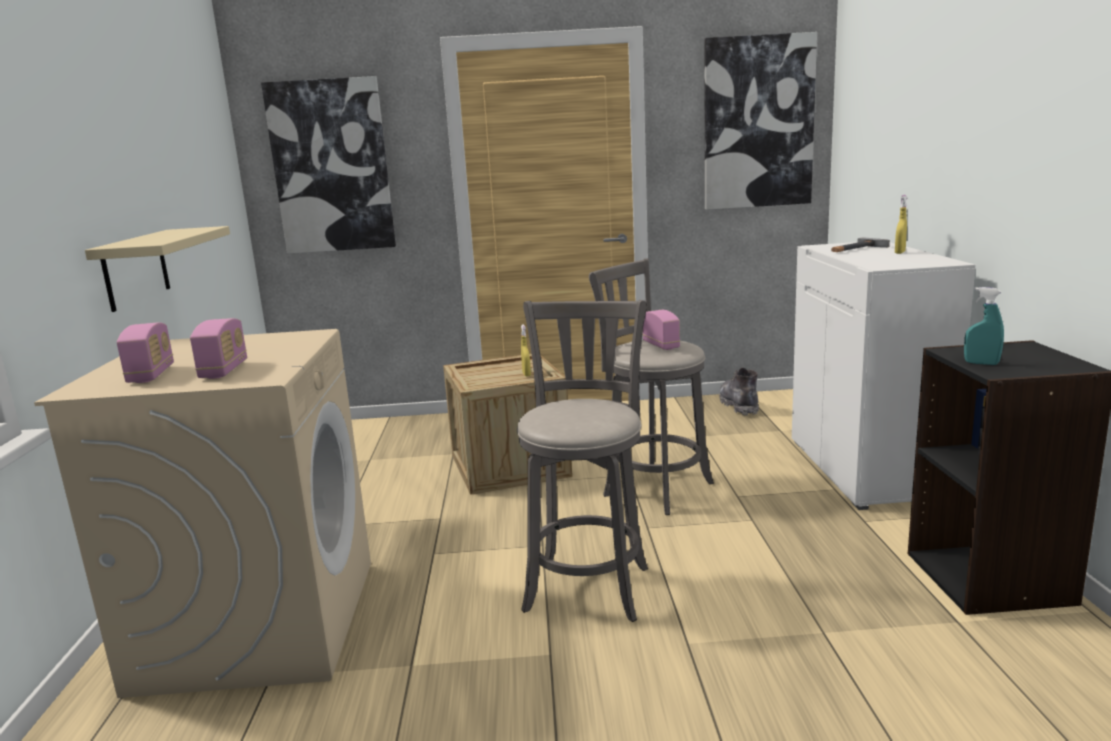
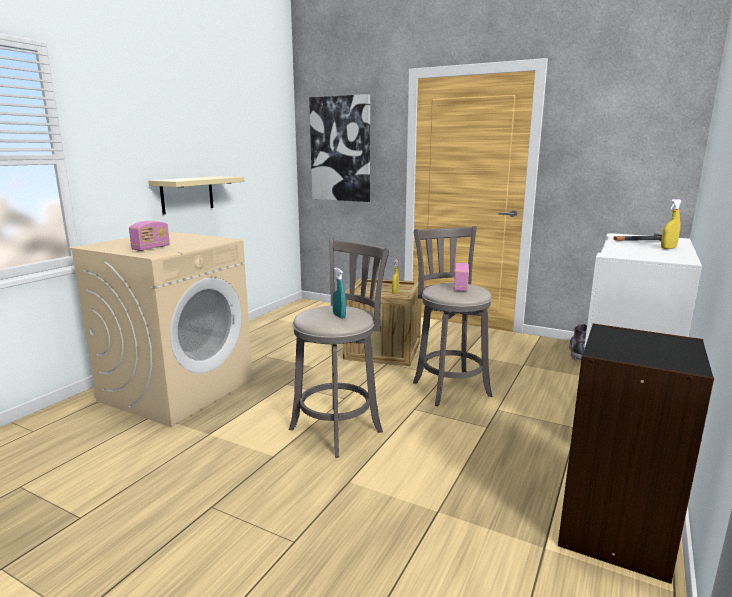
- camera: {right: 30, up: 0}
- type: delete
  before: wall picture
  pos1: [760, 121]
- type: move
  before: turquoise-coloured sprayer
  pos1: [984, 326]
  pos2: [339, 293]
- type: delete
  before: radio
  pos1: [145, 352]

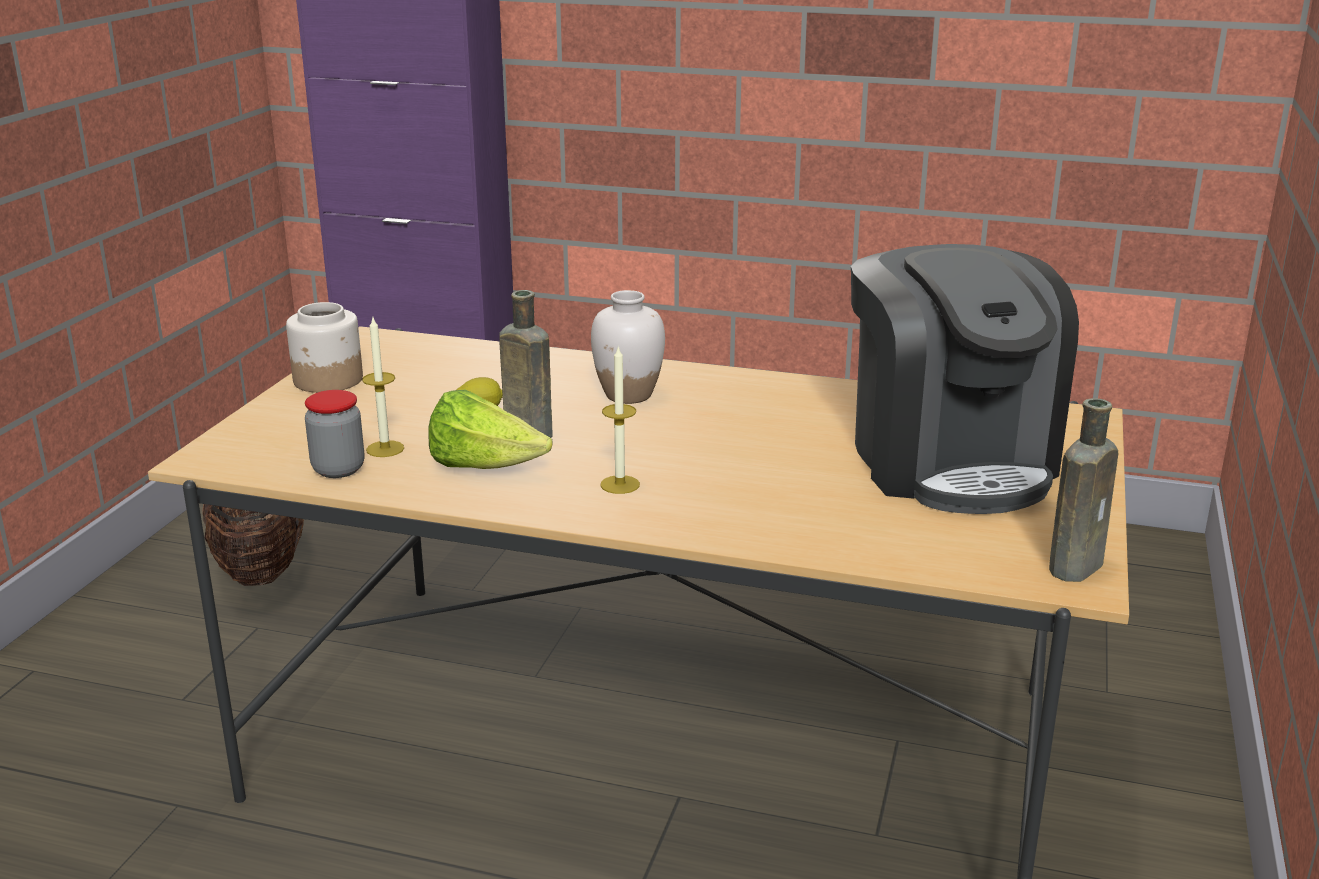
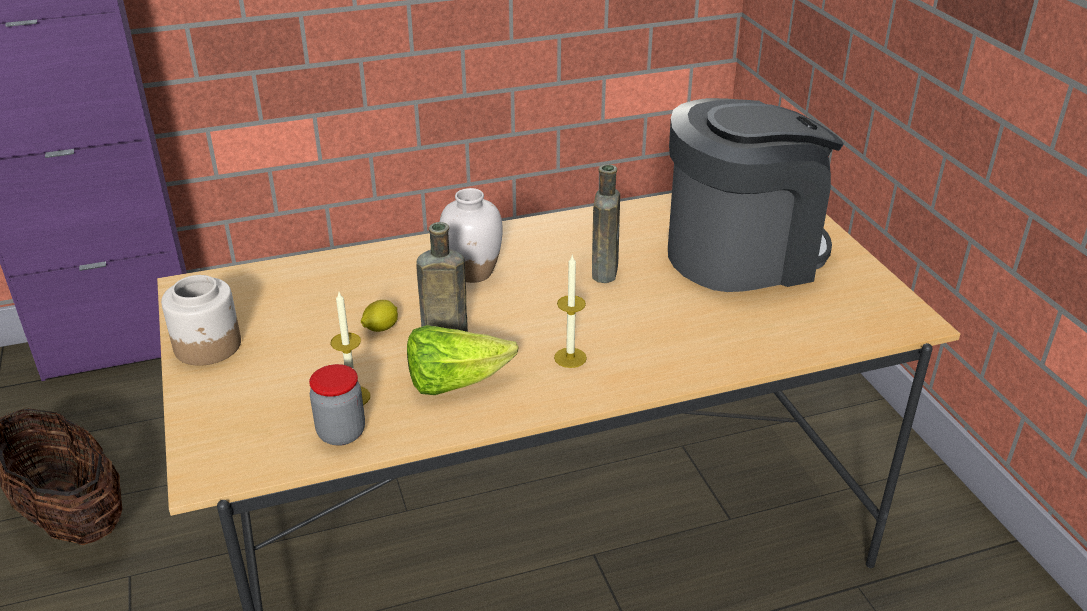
- camera: {right: -35, up: 10}
- type: rotate
  before: coffee brewer
  pos1: [965, 379]
  pos2: [756, 195]
  turn: -60
- type: move
  before: brownish bottle
  pos1: [1084, 490]
  pos2: [606, 223]

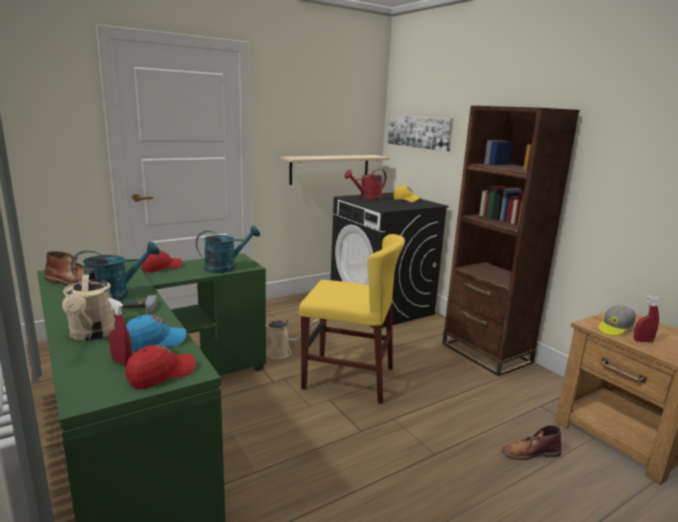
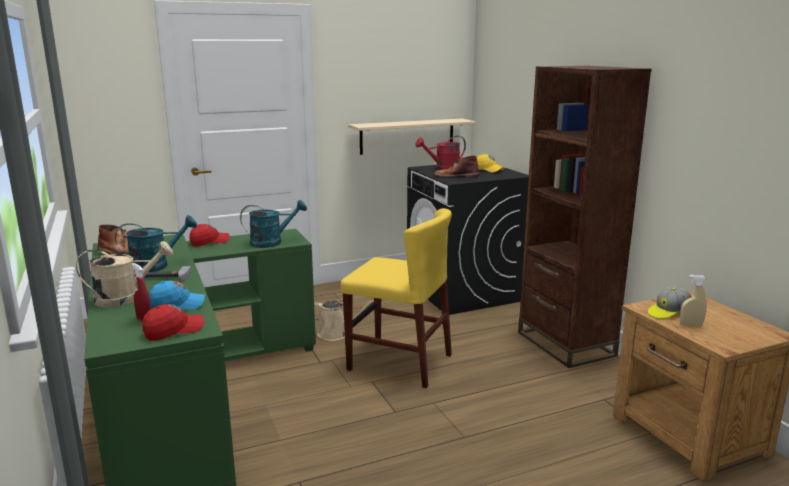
- camera: {right: 10, up: 0}
- type: delete
  before: wall picture
  pos1: [420, 133]
- type: rotate
  before: beige-coloured sprinkling can
  pos1: [89, 304]
  pos2: [124, 274]
  turn: -105
- type: recolor
  before: red sprayer
  after: beige-coloured sprayer
  pos1: [647, 319]
  pos2: [693, 300]
- type: move
  before: brownish tall boot
  pos1: [532, 442]
  pos2: [456, 167]

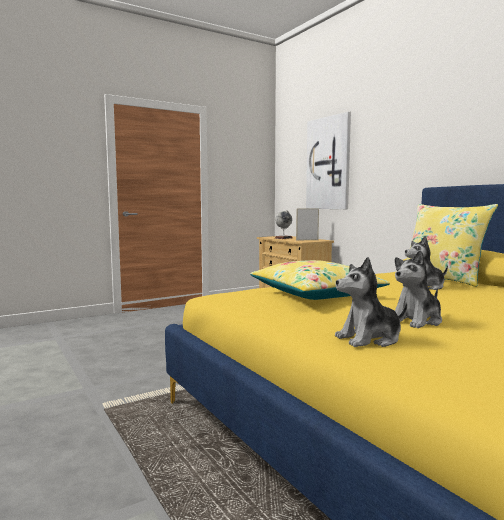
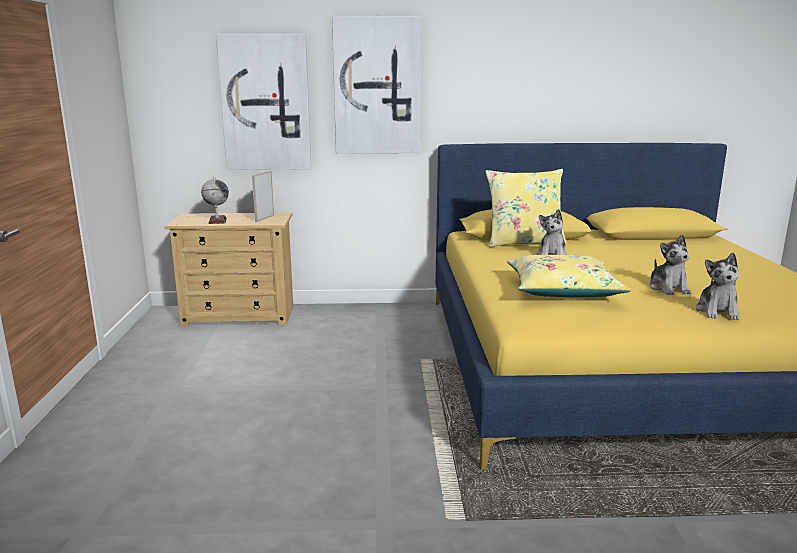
- camera: {right: -60, up: 10}
- type: insert
  after: wall picture
  pos2: [376, 84]

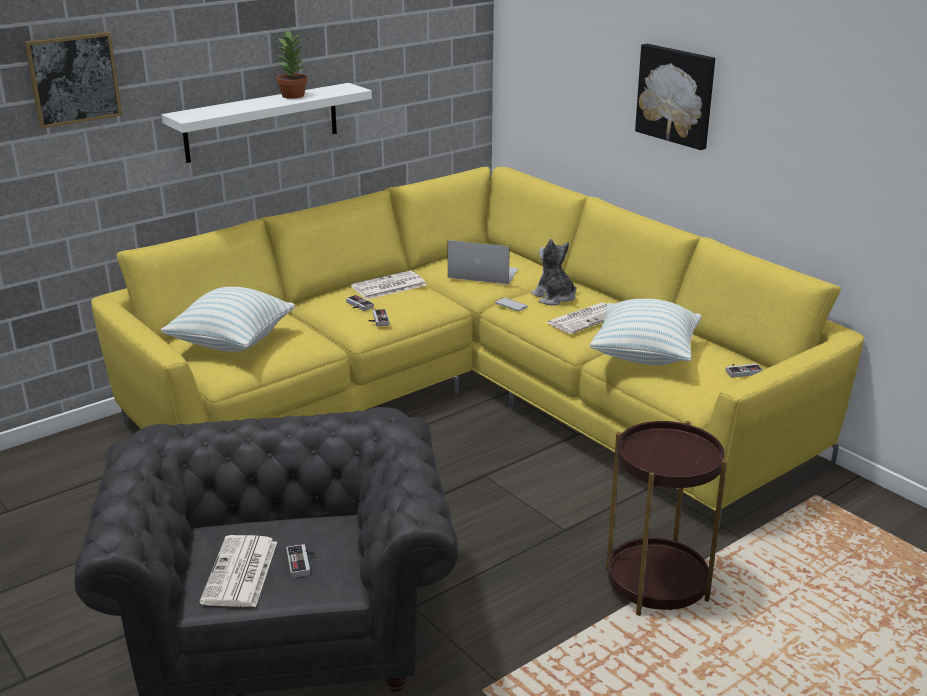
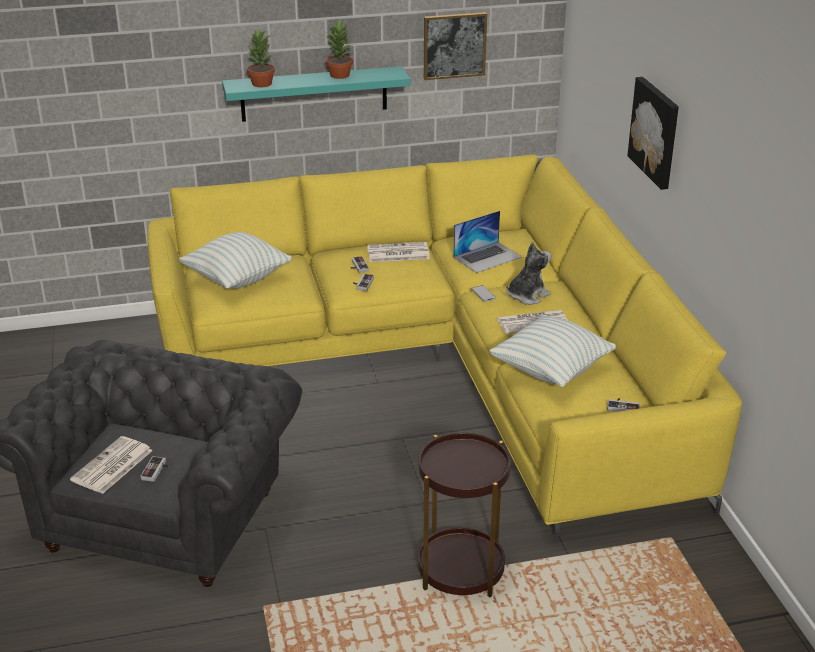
- camera: {right: 25, up: 5}
- type: move
  before: wall picture
  pos1: [73, 80]
  pos2: [455, 46]
- type: recolor
  before: white-coloured bracket shelf
  after: turquoise-coloured bracket shelf
  pos1: [267, 123]
  pos2: [316, 94]
- type: rotate
  before: soft toy
  pos1: [553, 272]
  pos2: [528, 273]
  turn: 60
- type: rotate
  before: portable computer
  pos1: [483, 262]
  pos2: [487, 242]
  turn: 105
- type: insert
  after: houseplant
  pos2: [261, 58]

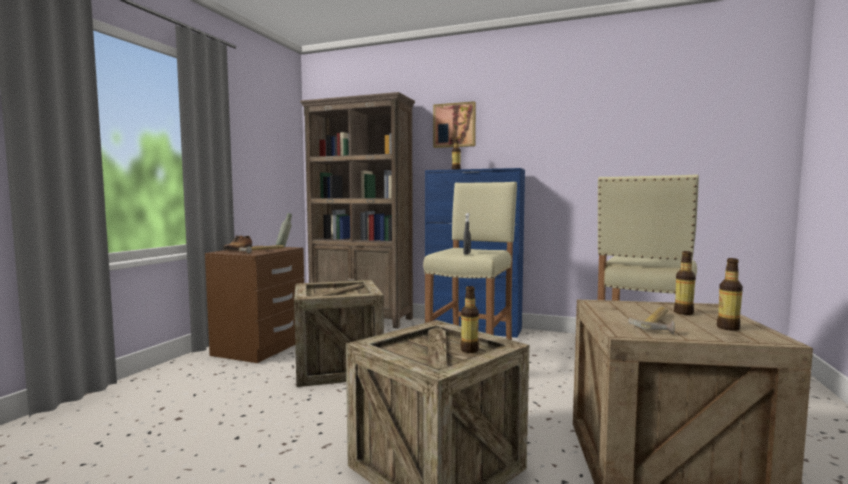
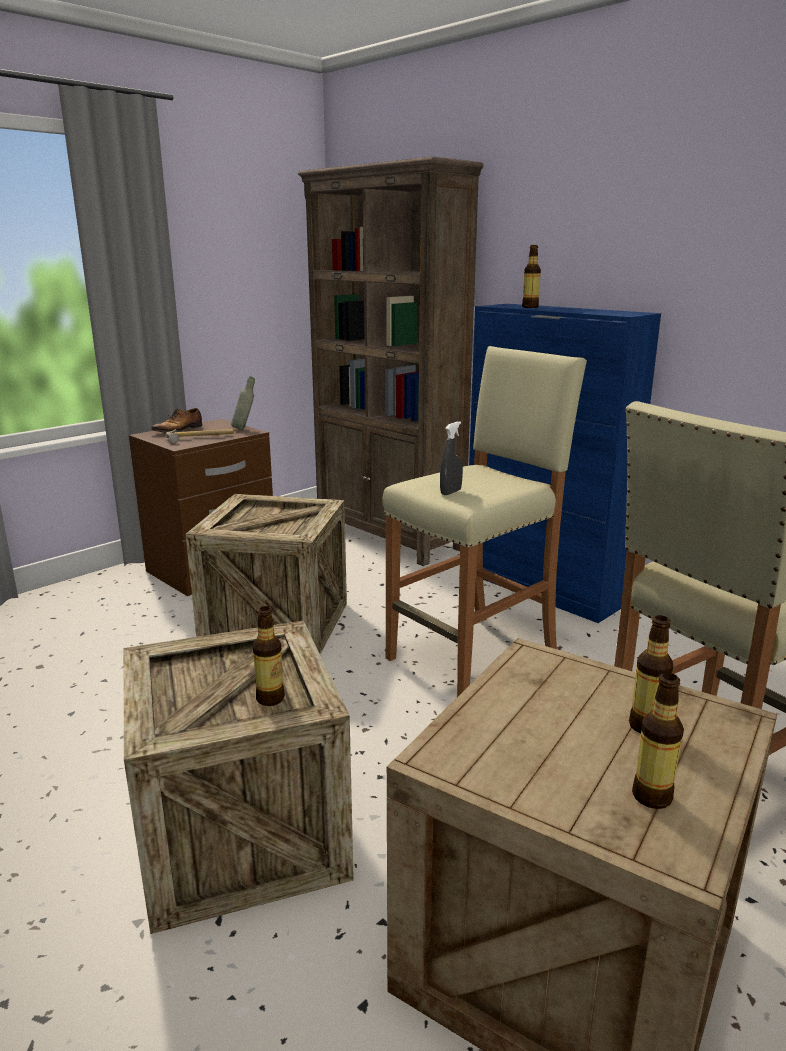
- camera: {right: 25, up: 15}
- type: delete
  before: wall picture
  pos1: [454, 124]
- type: delete
  before: hand hammer
  pos1: [652, 320]

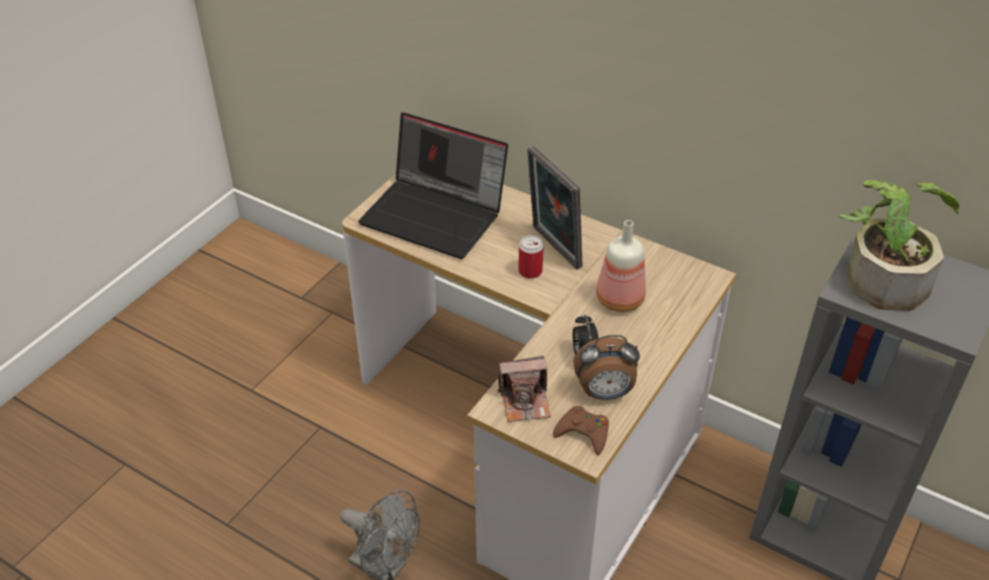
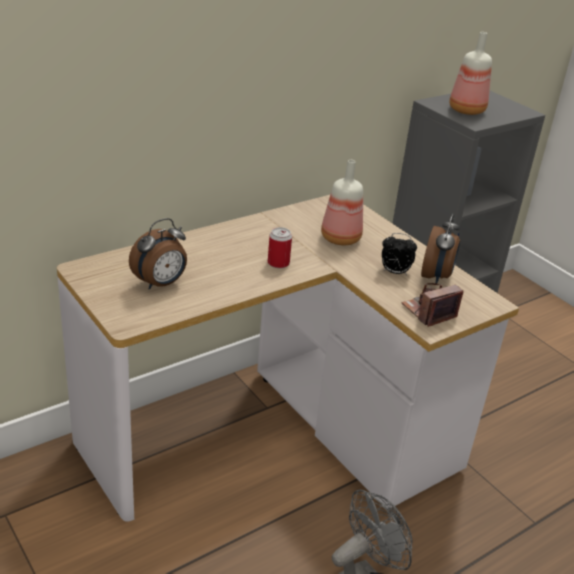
- camera: {right: -70, up: -10}
- type: replace
  before: portable computer
  after: bedside clock
  pos1: [433, 185]
  pos2: [158, 254]
- type: delete
  before: standing frame
  pos1: [555, 208]
- type: replace
  before: houseplant
  after: bottle
  pos1: [899, 245]
  pos2: [470, 73]
- type: rotate
  before: photo camera
  pos1: [524, 389]
  pos2: [432, 305]
  turn: -135
- type: delete
  before: brownish gamepad
  pos1: [581, 430]

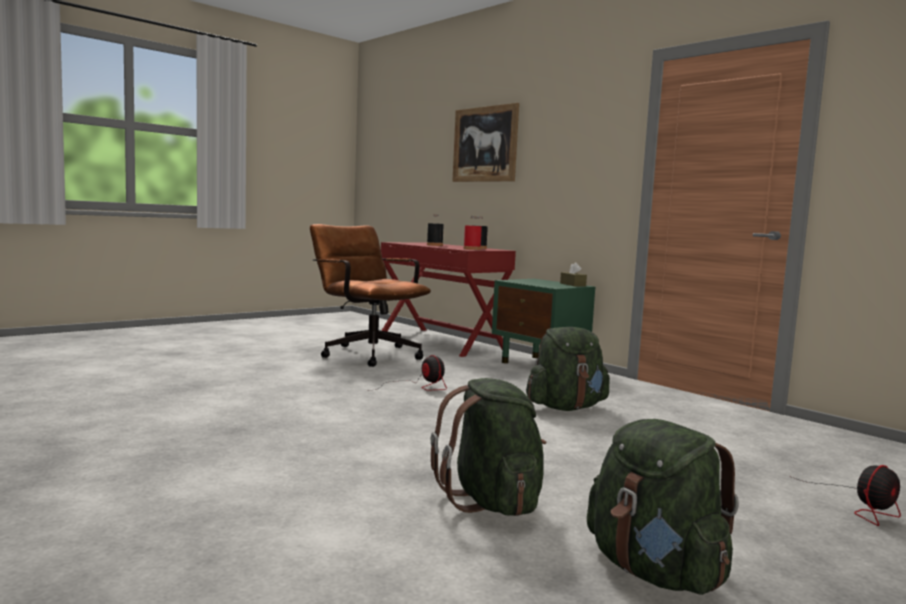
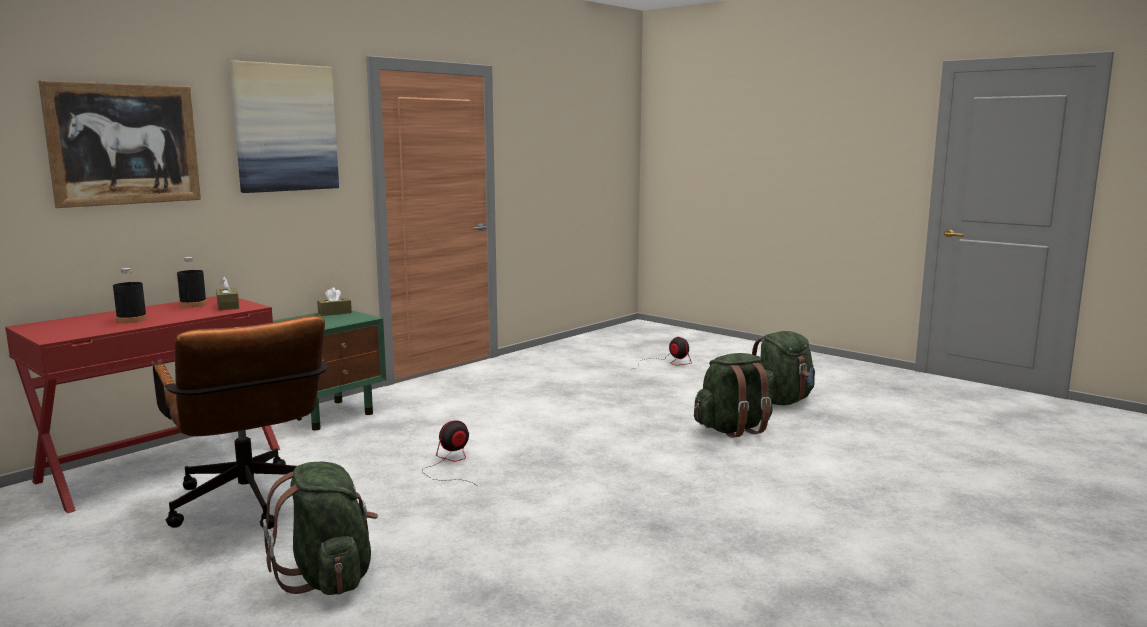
- camera: {right: -95, up: 5}
- type: replace
  before: red bottle
  after: brownish tissue box
  pos1: [473, 233]
  pos2: [227, 293]
- type: rotate
  before: brownish computer chair
  pos1: [370, 295]
  pos2: [240, 422]
  turn: -75
- type: move
  before: green-coloured rucksack
  pos1: [568, 369]
  pos2: [320, 528]
- type: insert
  after: wall picture
  pos2: [284, 126]

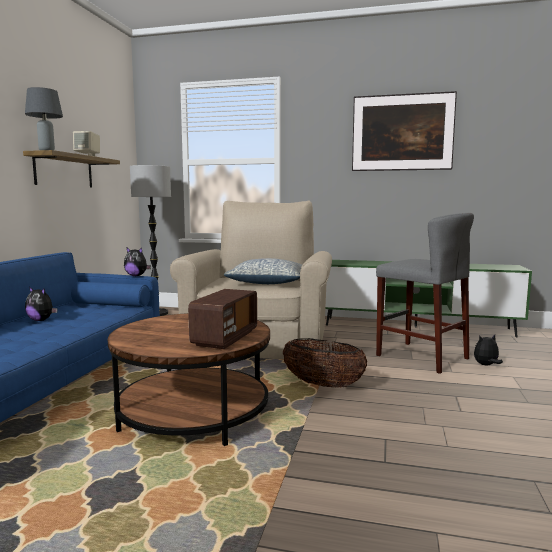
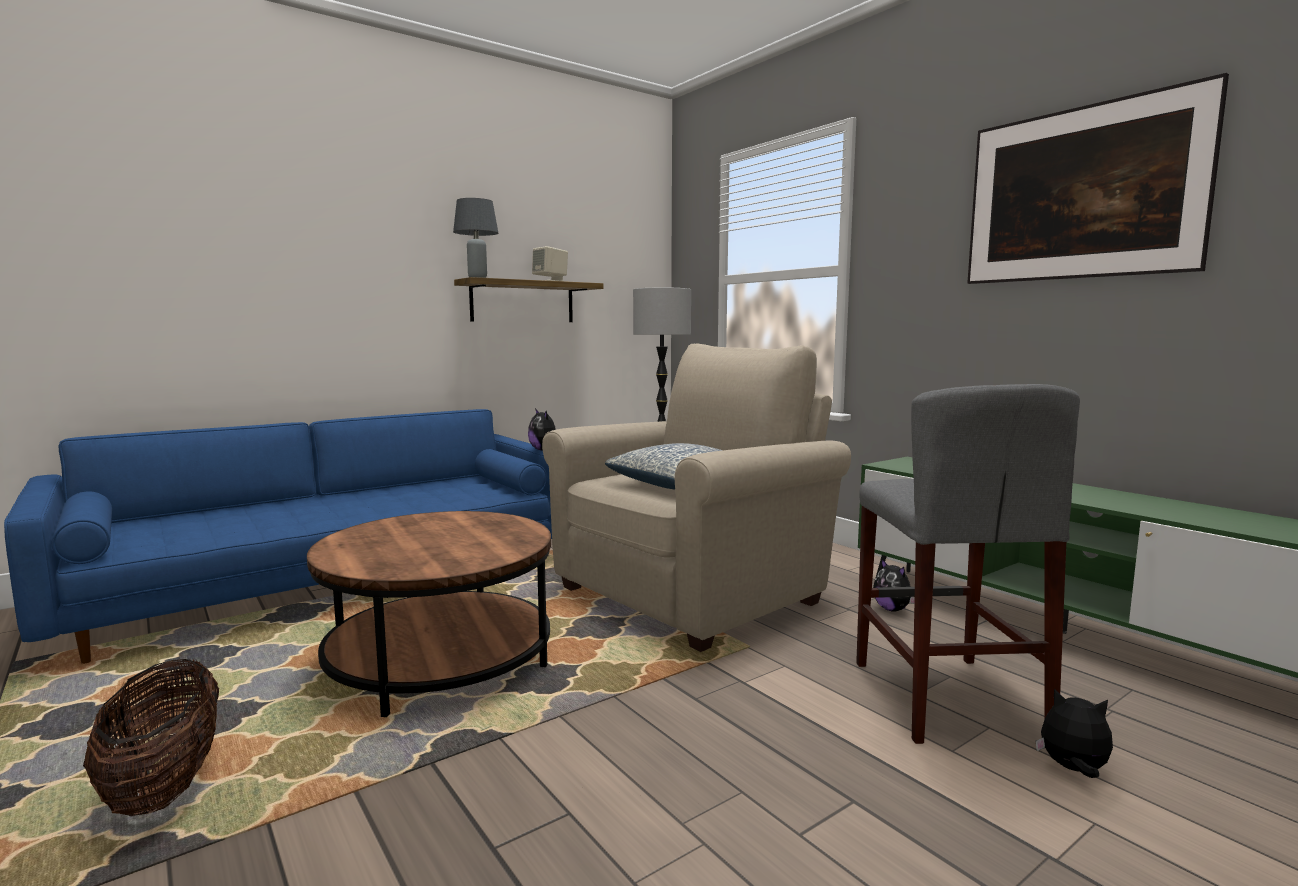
- camera: {right: 40, up: 0}
- type: move
  before: soft toy
  pos1: [41, 304]
  pos2: [894, 585]
- type: delete
  before: radio
  pos1: [222, 319]
- type: move
  before: basket
  pos1: [325, 363]
  pos2: [151, 737]

